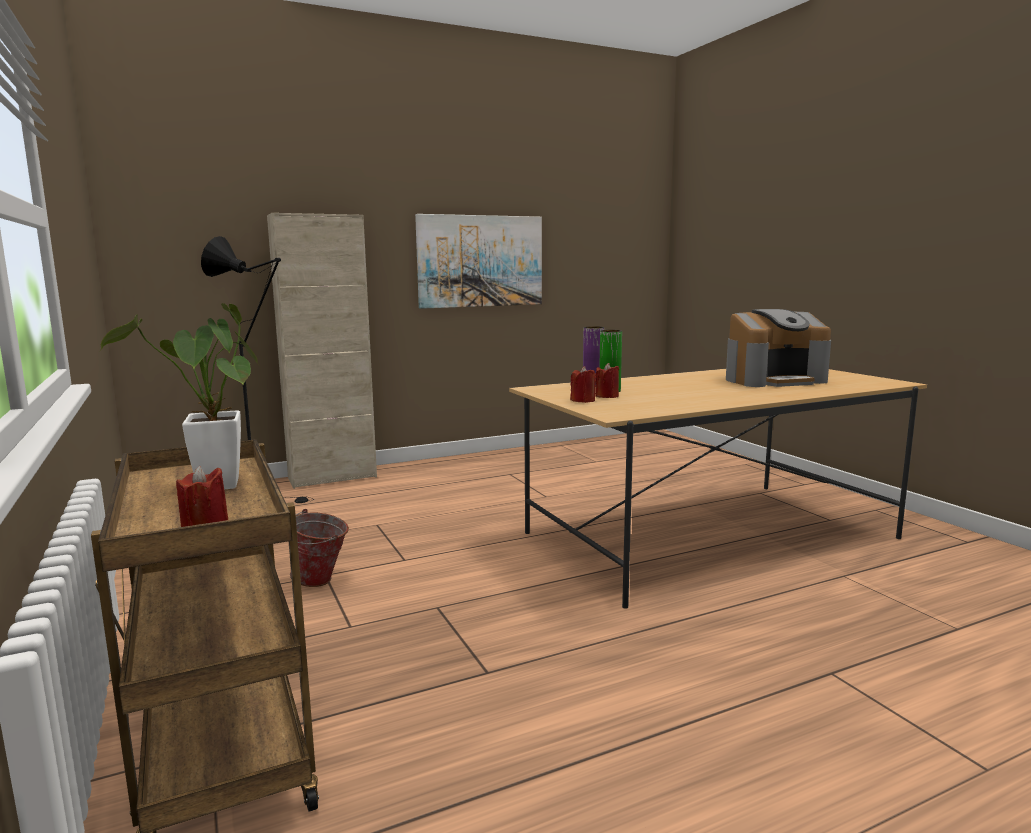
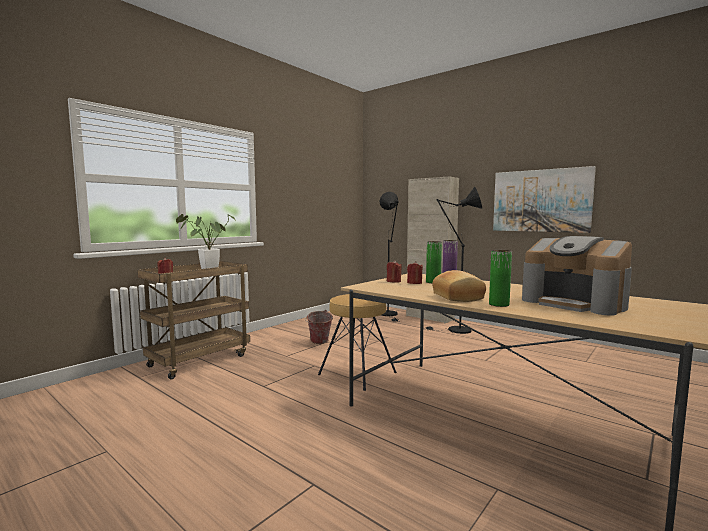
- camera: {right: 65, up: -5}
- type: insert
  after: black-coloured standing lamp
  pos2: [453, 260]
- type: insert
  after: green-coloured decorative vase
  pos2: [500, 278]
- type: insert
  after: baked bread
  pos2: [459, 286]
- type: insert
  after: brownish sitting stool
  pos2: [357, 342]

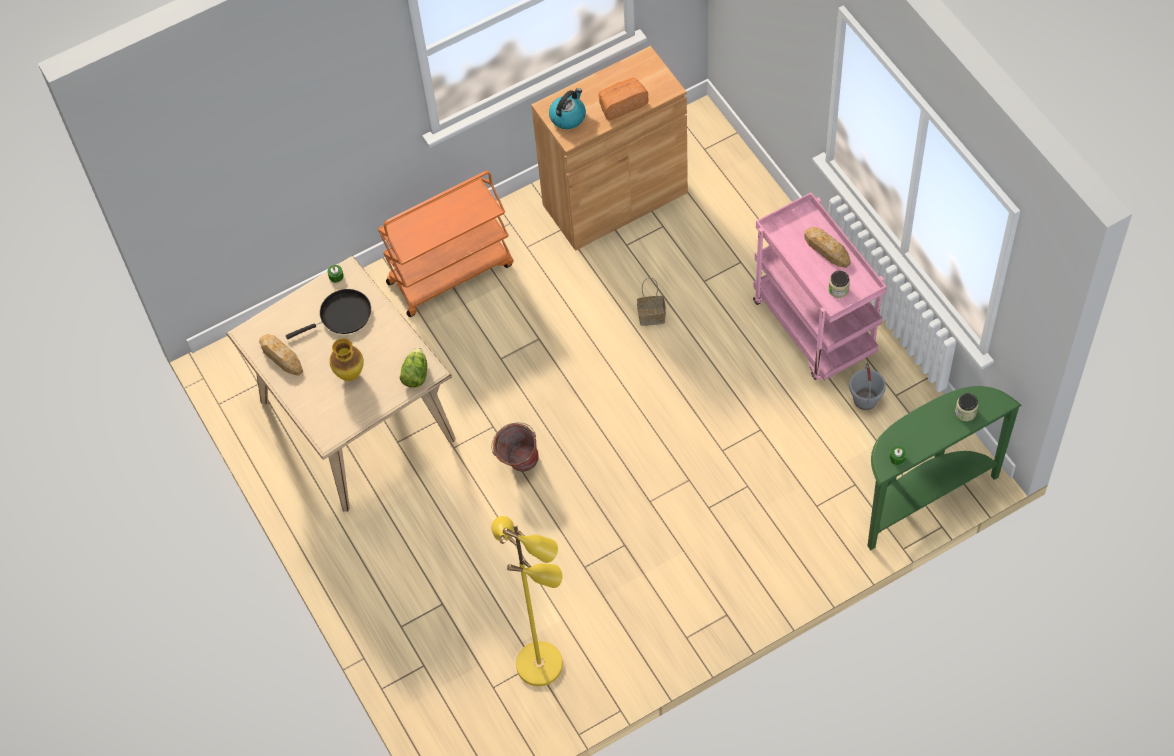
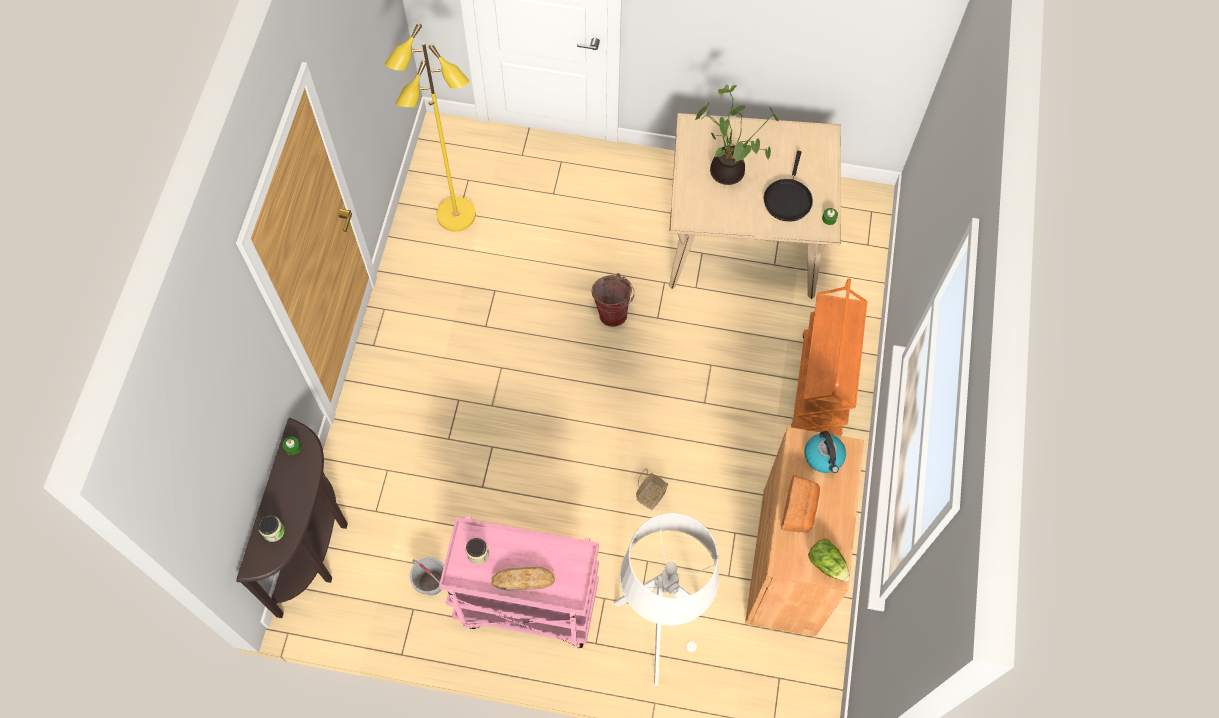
- camera: {right: 125, up: 5}
- type: delete
  before: baked bread
  pos1: [281, 355]
- type: replace
  before: decorative vase
  after: houseplant
  pos1: [346, 359]
  pos2: [737, 135]
- type: move
  before: lettuce
  pos1: [413, 367]
  pos2: [829, 560]
- type: recolor
  before: green-coloured narrow table
  after: brownish narrow table
  pos1: [944, 468]
  pos2: [292, 518]
- type: insert
  after: white-coloured standing lamp
  pos2: [666, 599]

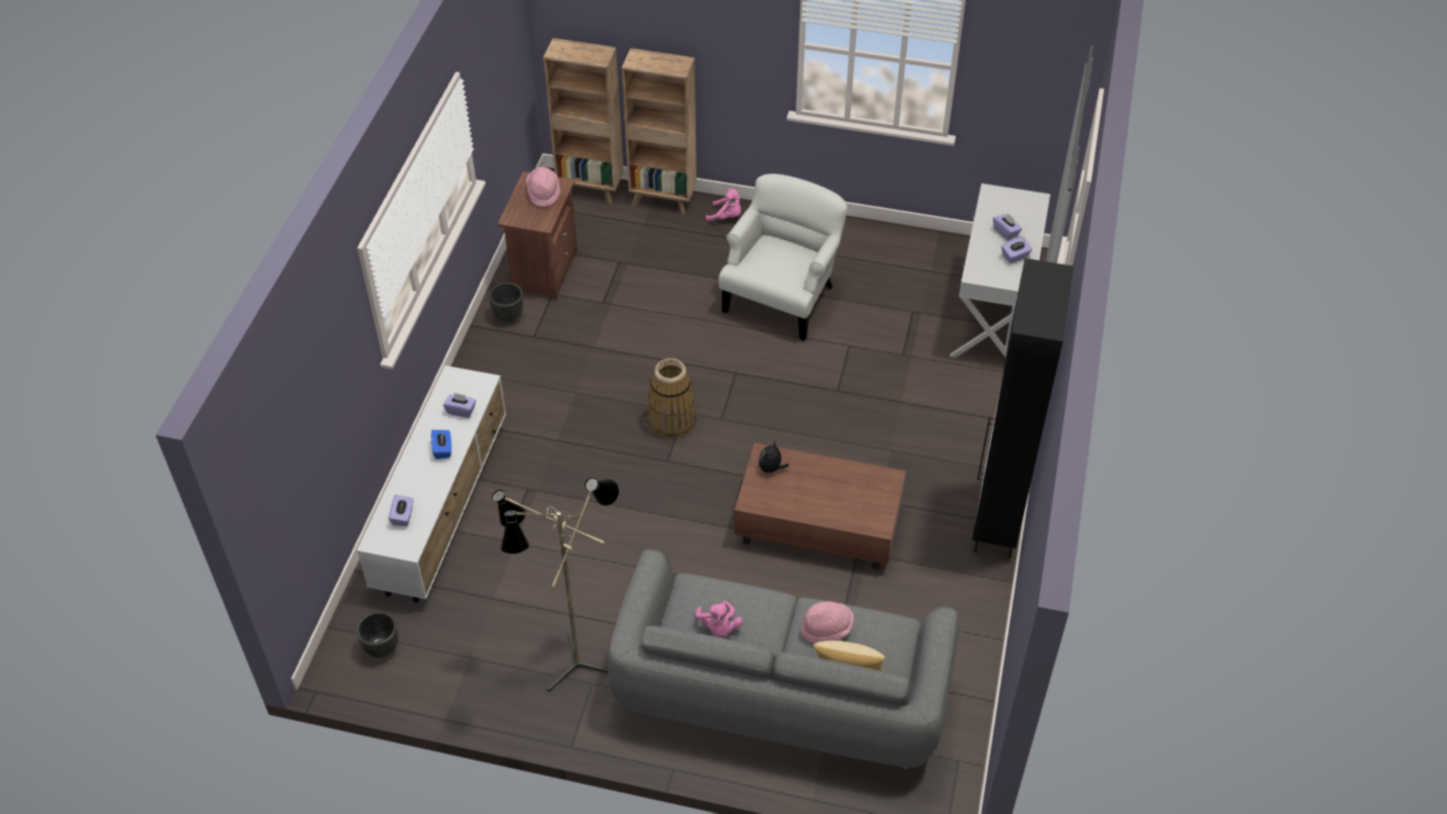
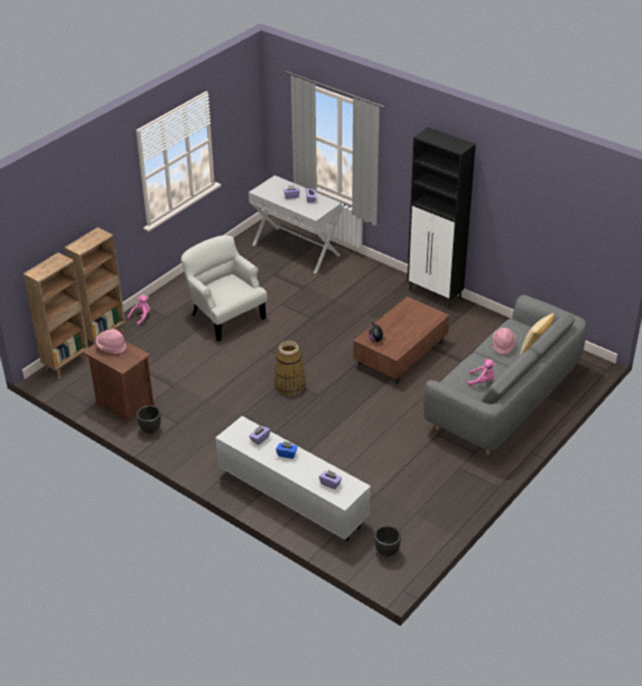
- camera: {right: -65, up: -10}
- type: delete
  before: standing lamp
  pos1: [555, 585]

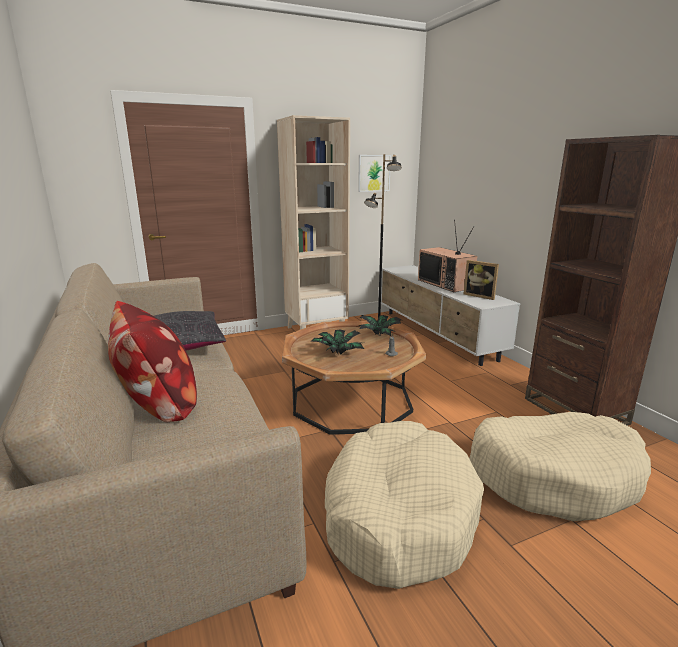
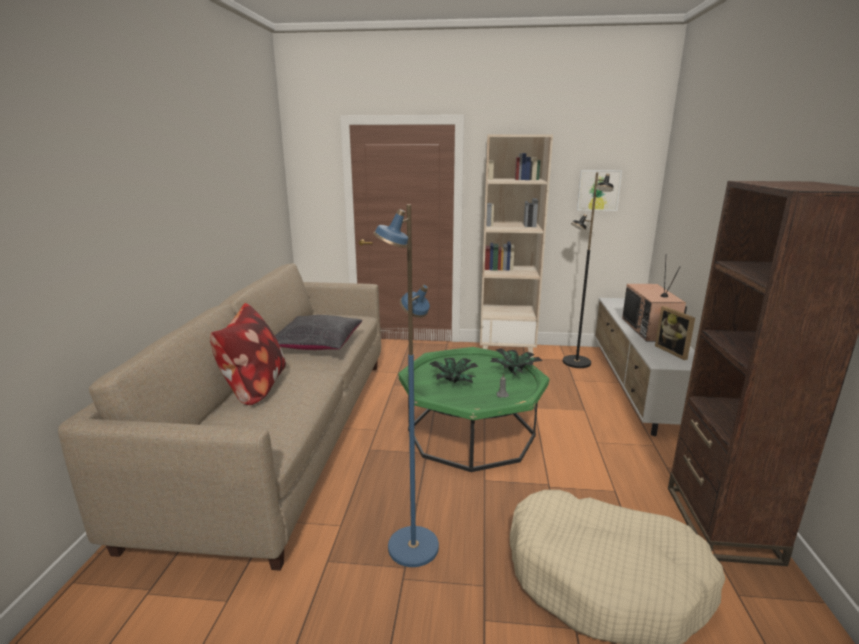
- camera: {right: 30, up: 0}
- type: recolor
  before: brownish low table
  after: green-coloured low table
  pos1: [354, 378]
  pos2: [473, 409]
- type: replace
  before: beige-coloured dog bed
  after: blue standing lamp
  pos1: [404, 505]
  pos2: [406, 386]

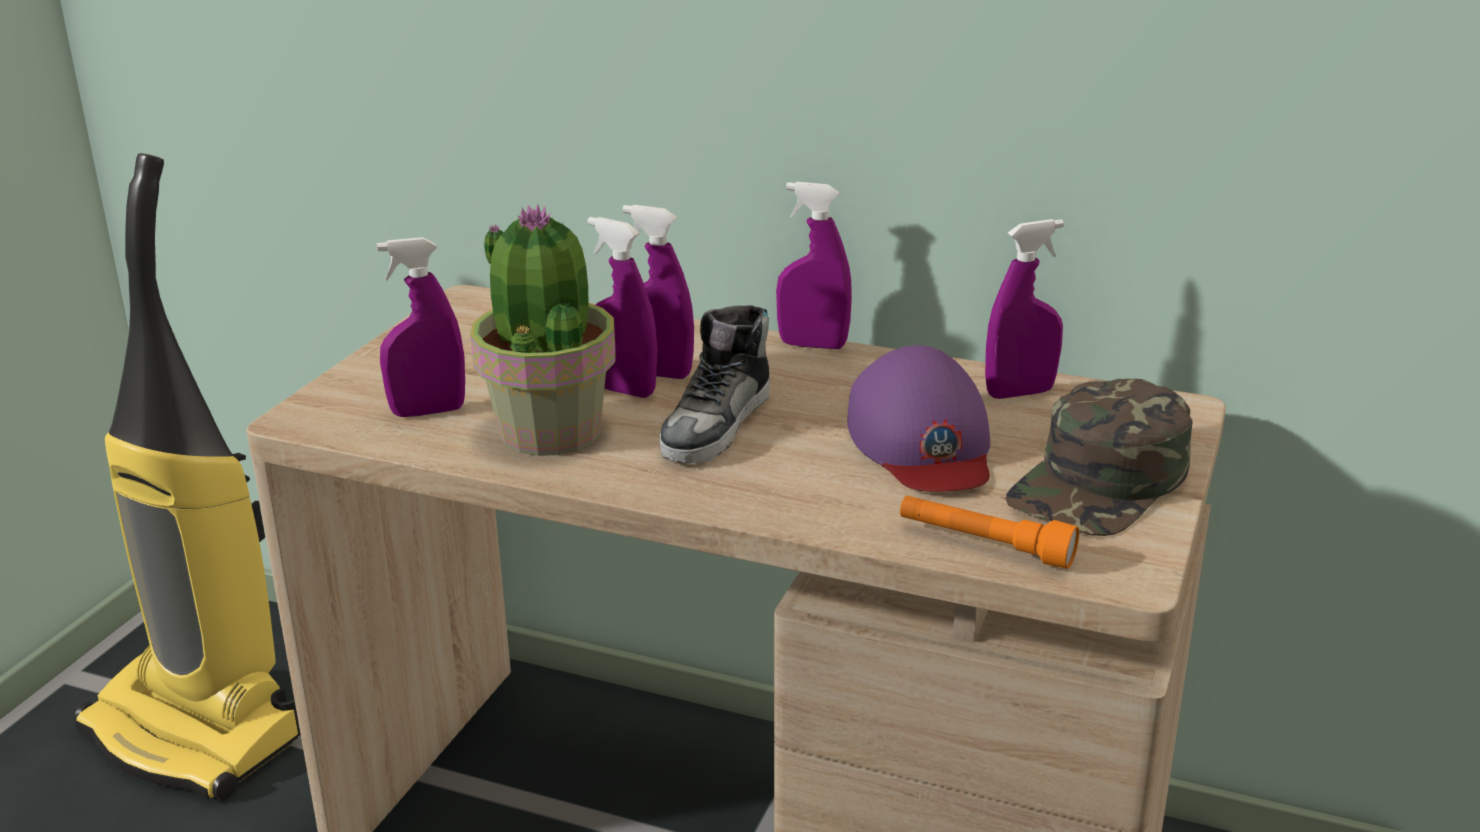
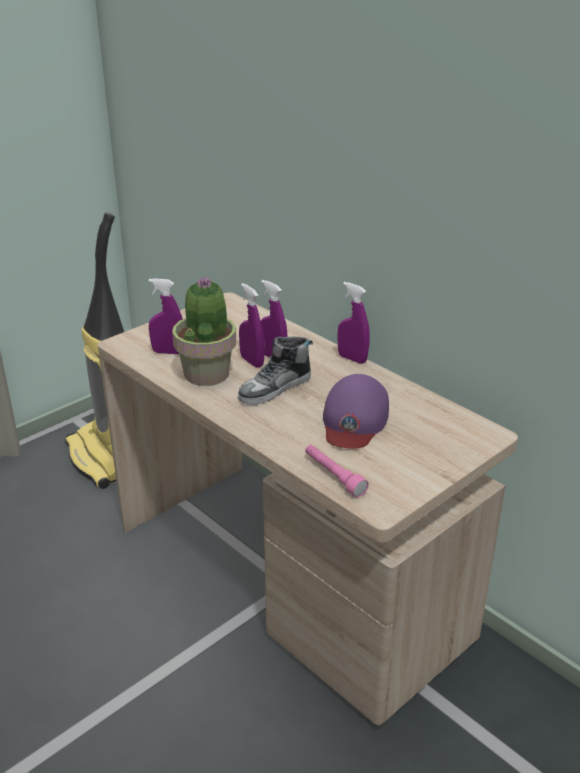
- camera: {right: 25, up: 5}
- type: delete
  before: purplish sprayer
  pos1: [1024, 309]
- type: delete
  before: green-coloured baseball cap
  pos1: [1099, 457]
- type: recolor
  before: orange flashlight
  after: pink-coloured flashlight
  pos1: [989, 532]
  pos2: [337, 471]

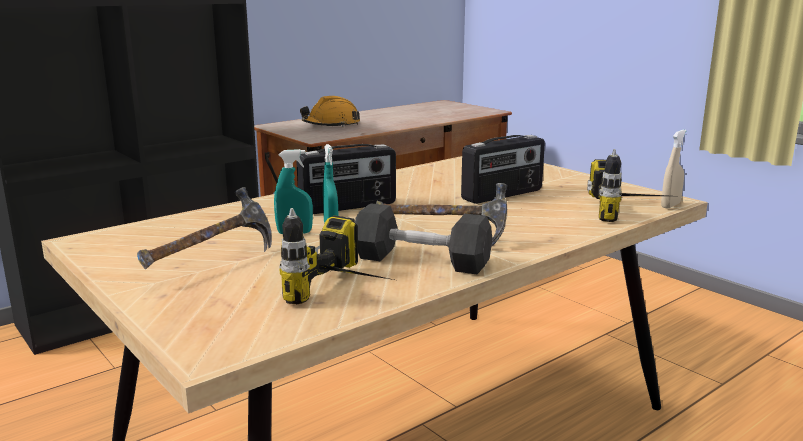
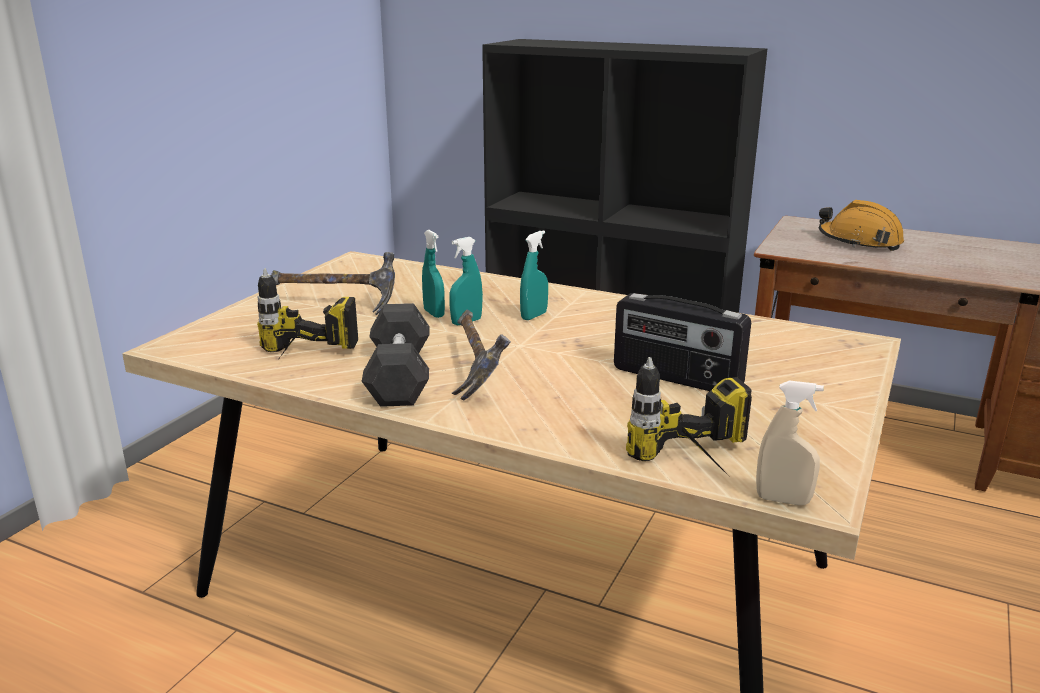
- camera: {right: 65, up: 5}
- type: replace
  before: radio
  after: turquoise-coloured sprayer
  pos1: [346, 179]
  pos2: [534, 275]

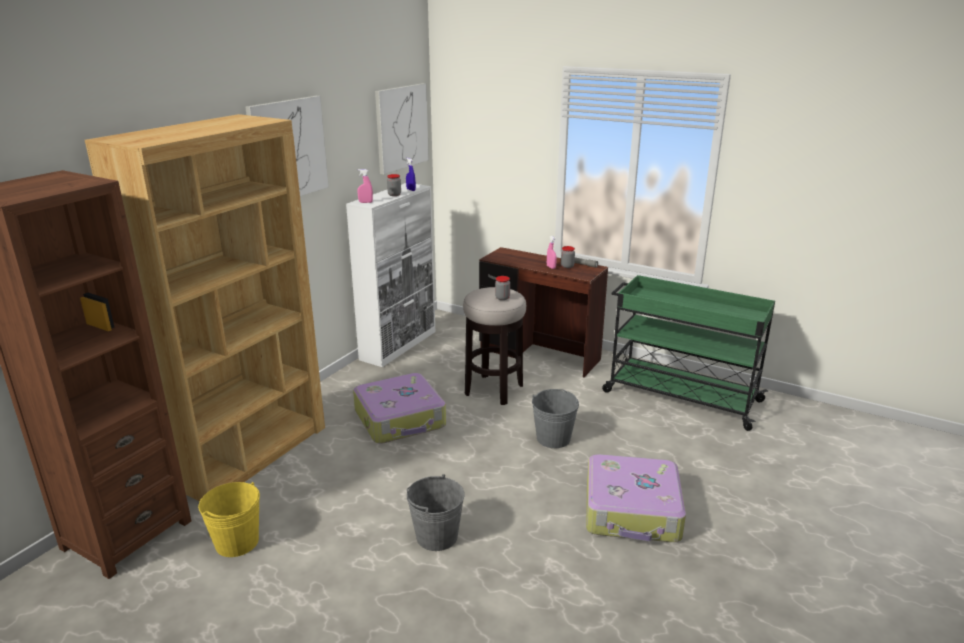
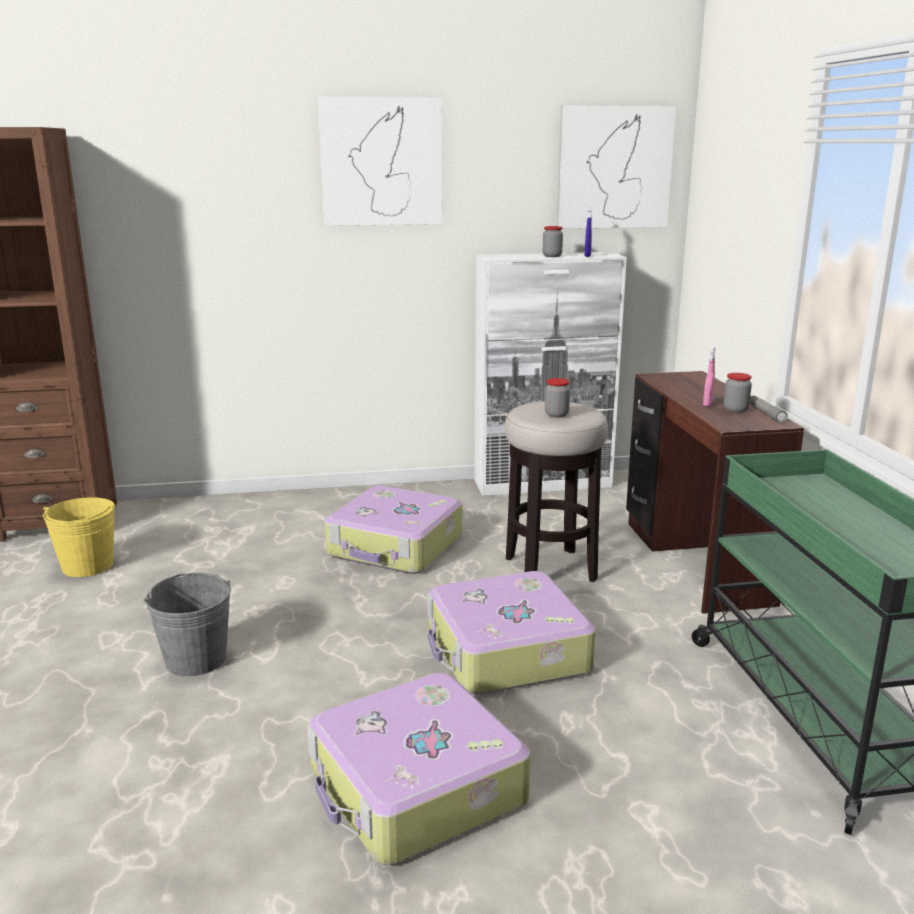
- camera: {right: 50, up: -5}
- type: delete
  before: brownish shelving unit
  pos1: [205, 307]
- type: delete
  before: pink-coloured sprayer
  pos1: [365, 186]
- type: replace
  before: gray water bucket
  after: travel case
  pos1: [555, 418]
  pos2: [511, 632]

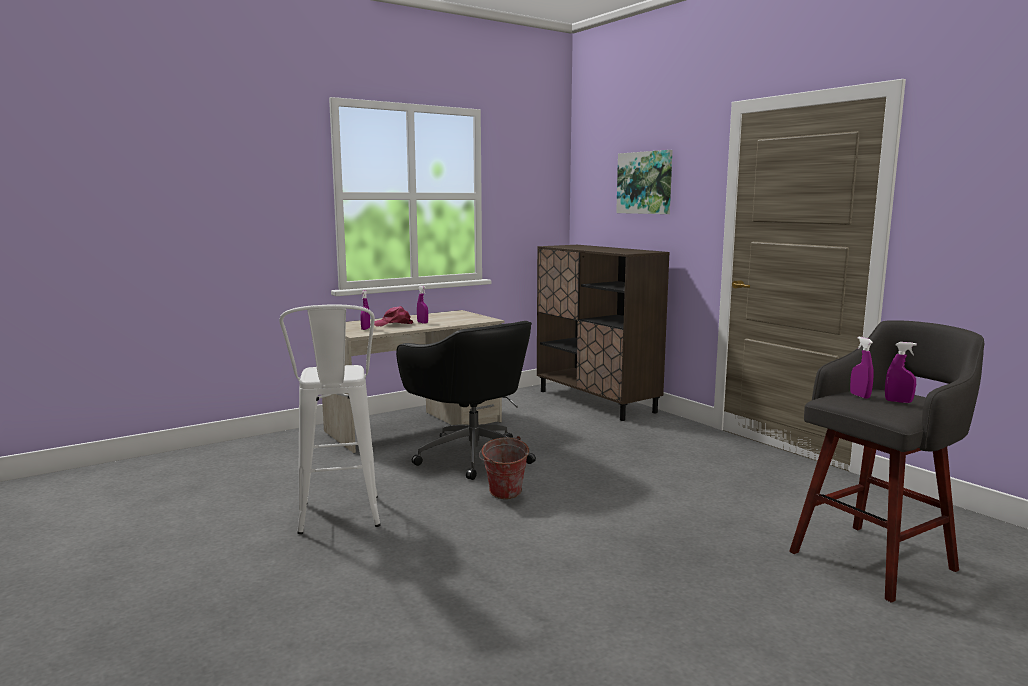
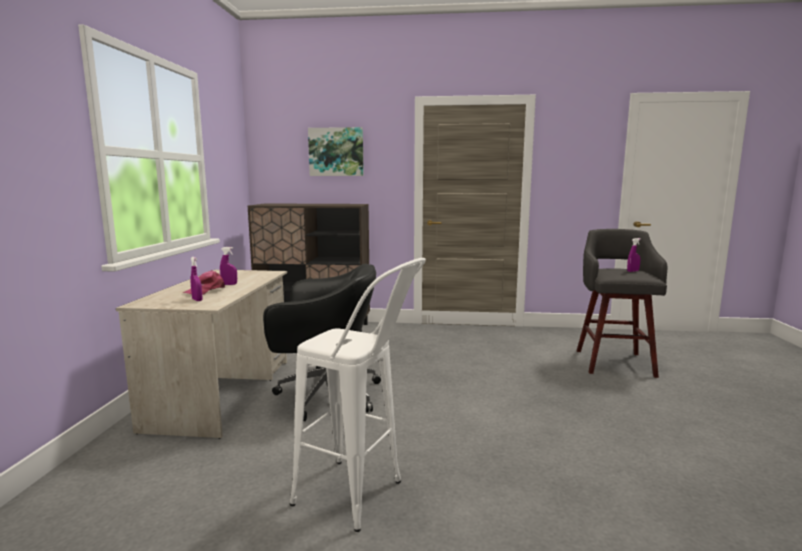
- camera: {right: -50, up: 0}
- type: delete
  before: purplish sprayer
  pos1: [862, 368]
- type: delete
  before: water bucket
  pos1: [504, 467]

